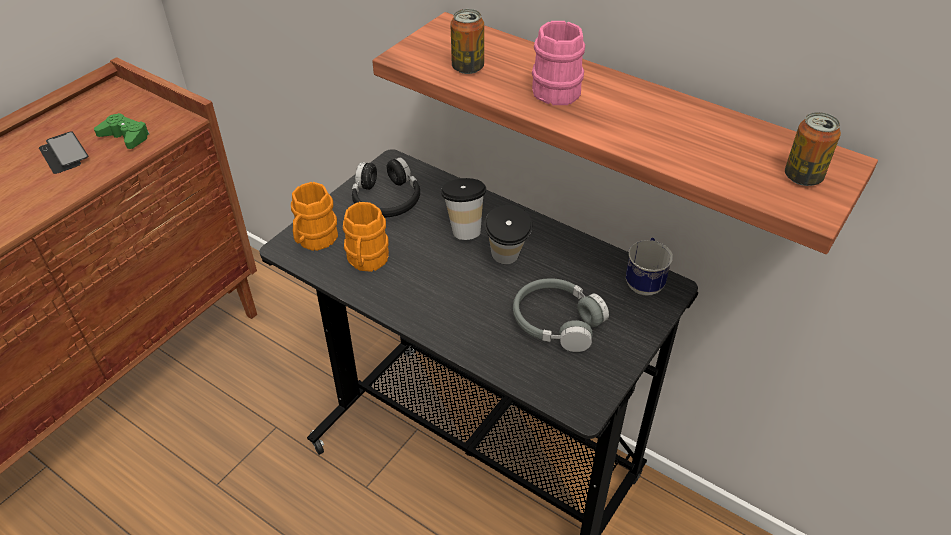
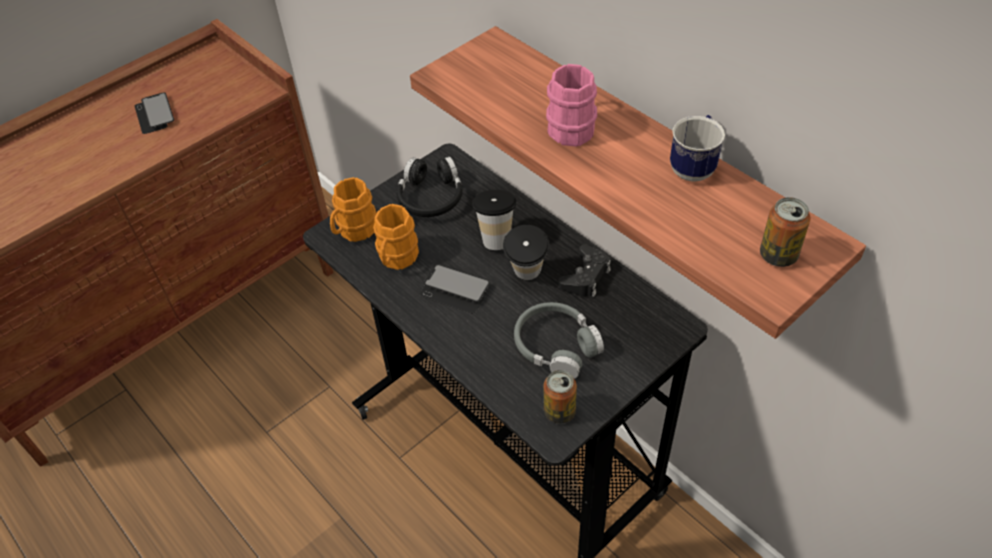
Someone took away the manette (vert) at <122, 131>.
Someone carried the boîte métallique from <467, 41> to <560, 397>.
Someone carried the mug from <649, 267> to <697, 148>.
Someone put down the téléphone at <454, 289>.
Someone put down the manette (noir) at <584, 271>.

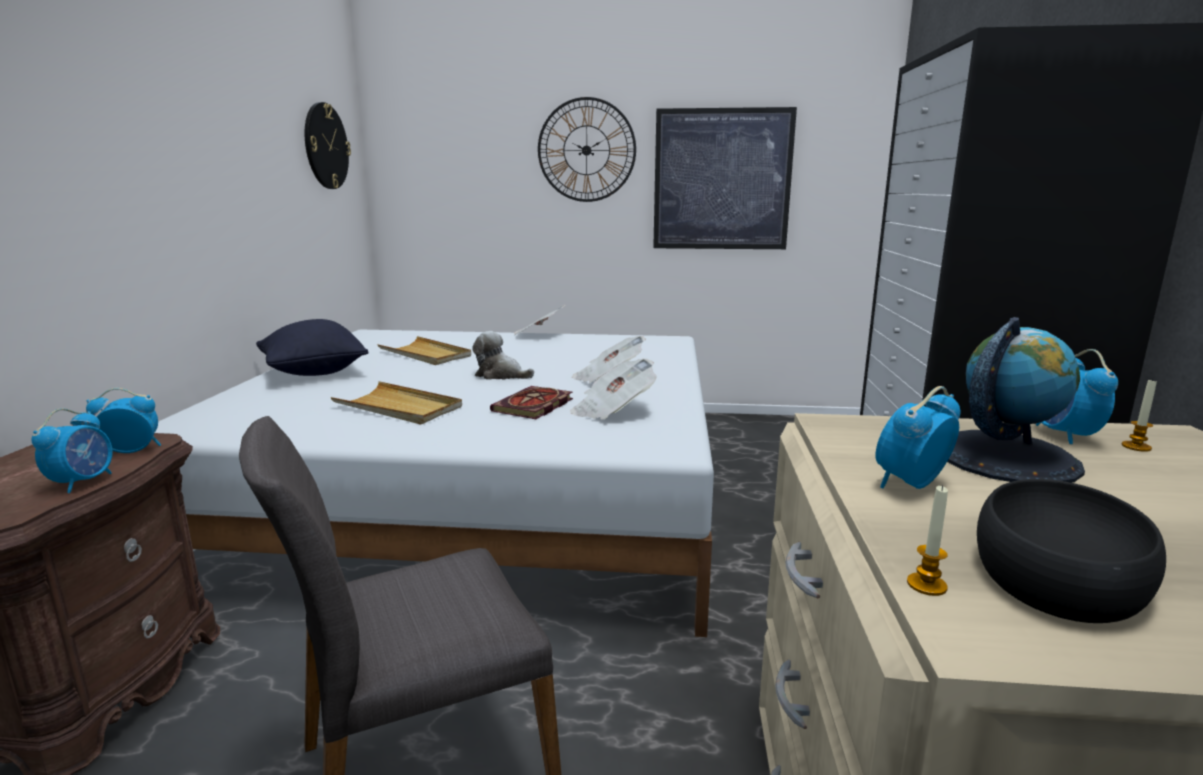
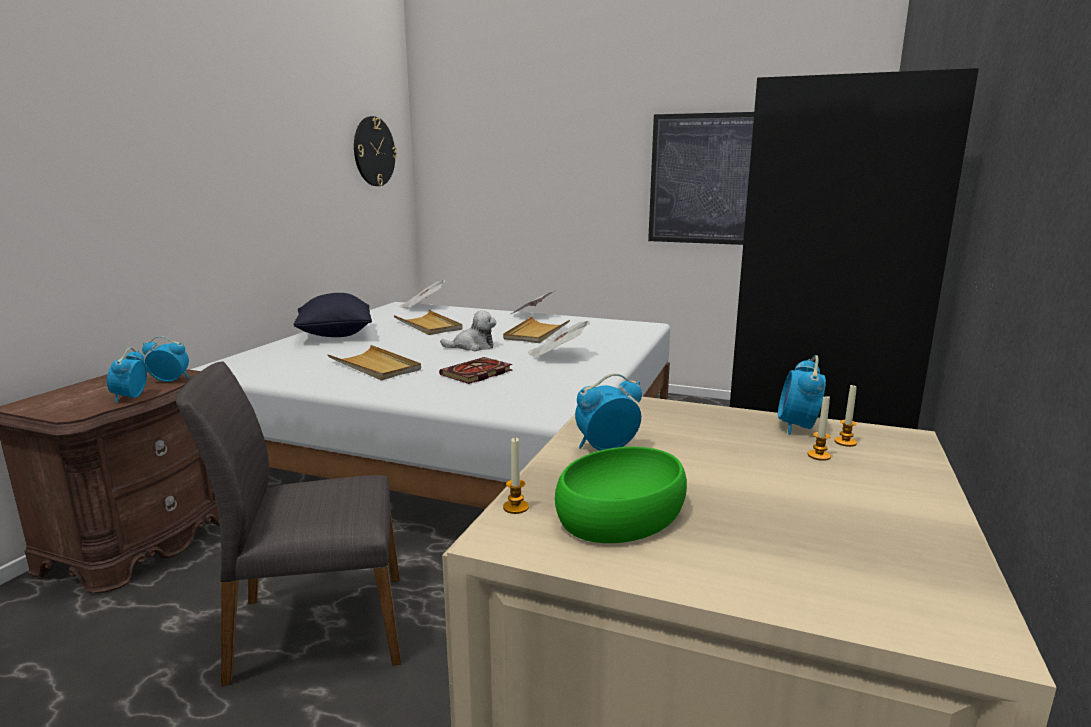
Someone rotated the réveil at <72, 451> by 150 degrees clockwise.
Someone rotated the peluche at <503, 355> by 135 degrees clockwise.
Someone took away the horloge murale at <587, 149>.
Someone carried the journal from <613, 389> to <422, 294>.
Someone took away the globe at <1016, 400>.
Someone repainted the bol (noir) at <1071, 551>, which became the bol (vert) at <621, 495>.
Someone put down the plateau (beige) at <536, 329>.
Someone put down the bougie at <819, 428>.

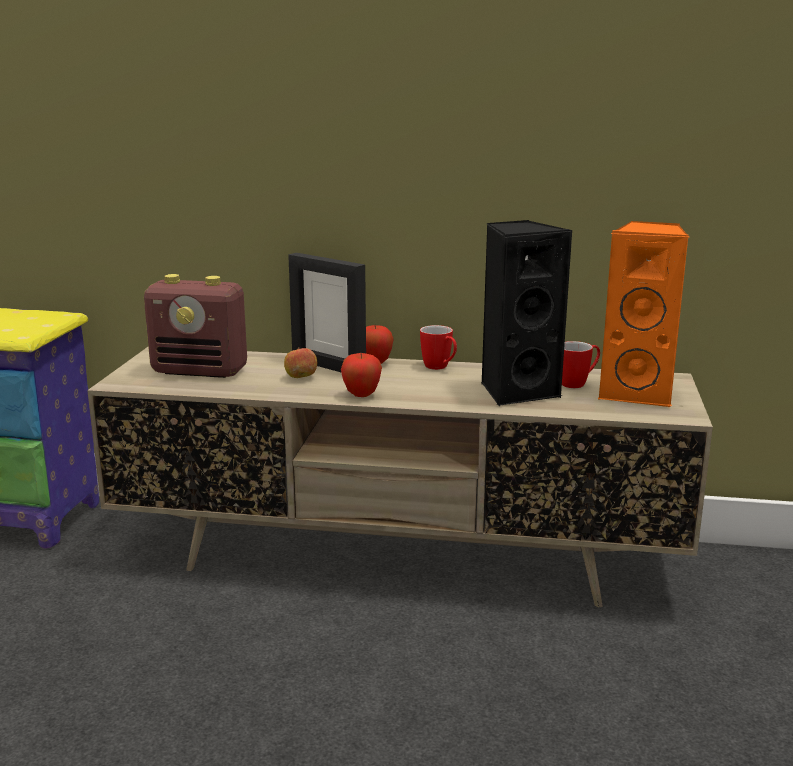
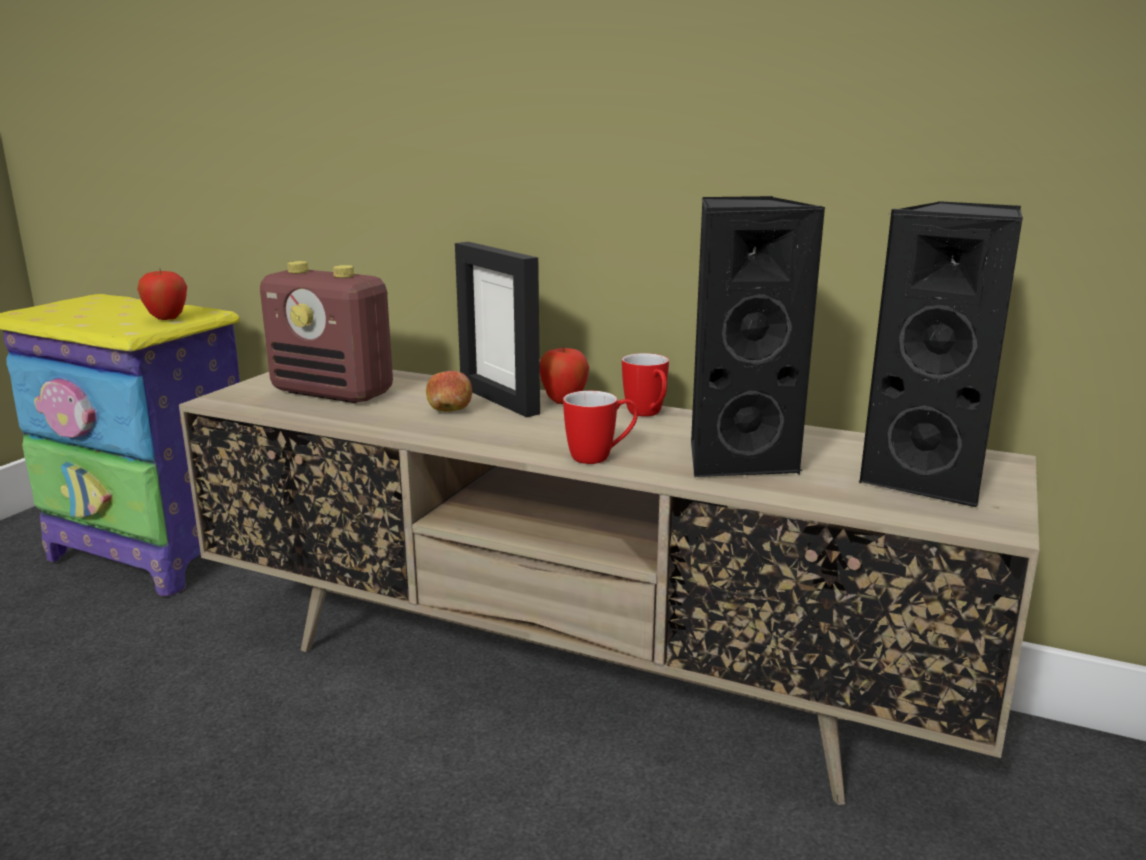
Someone carried the pomme from <361, 375> to <162, 294>.
Someone carried the mug from <581, 364> to <600, 427>.
Someone repainted the enceinte (orange) at <643, 314>, which became the enceinte (noir) at <940, 354>.

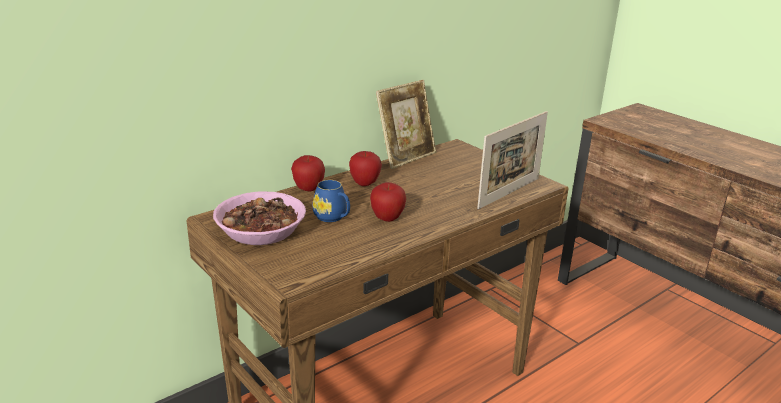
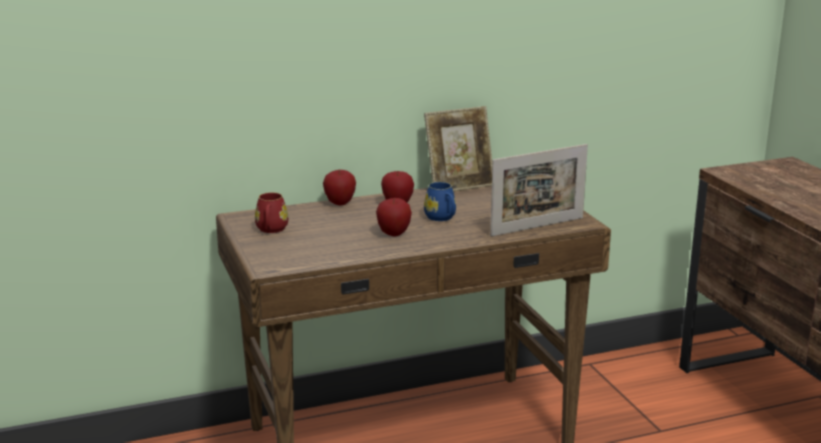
Someone swapped the bol at <259, 218> for the mug (rouge) at <271, 212>.
Someone carried the mug (bleu) from <331, 201> to <440, 201>.

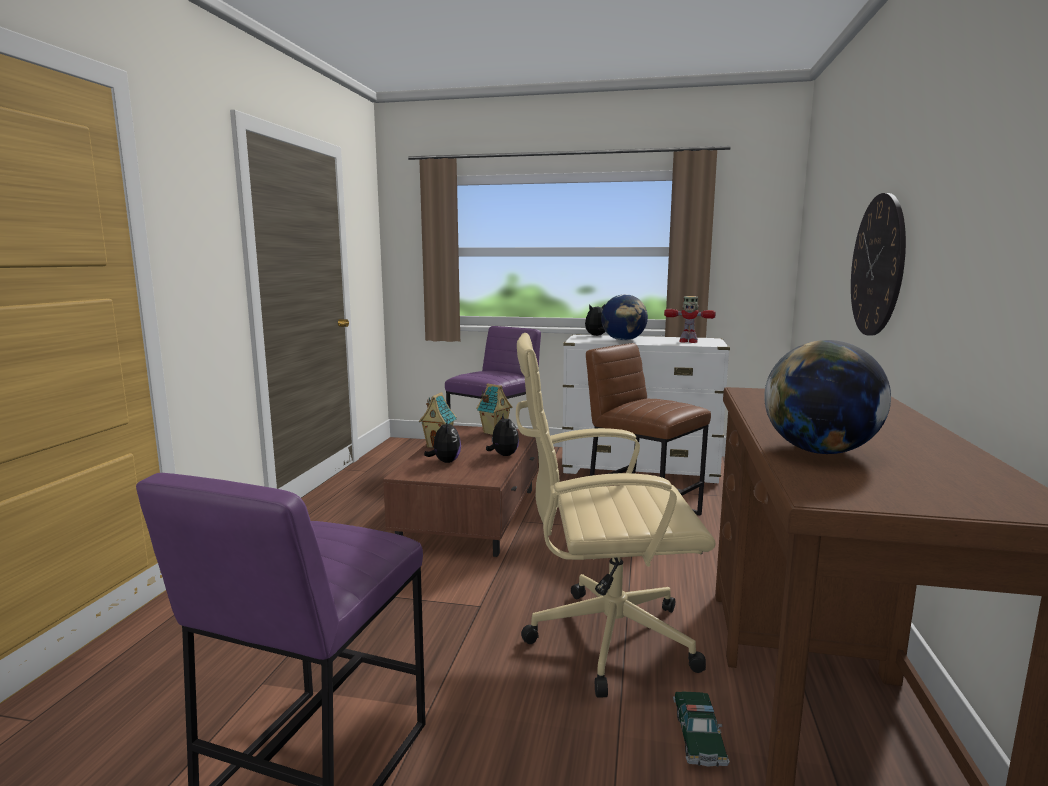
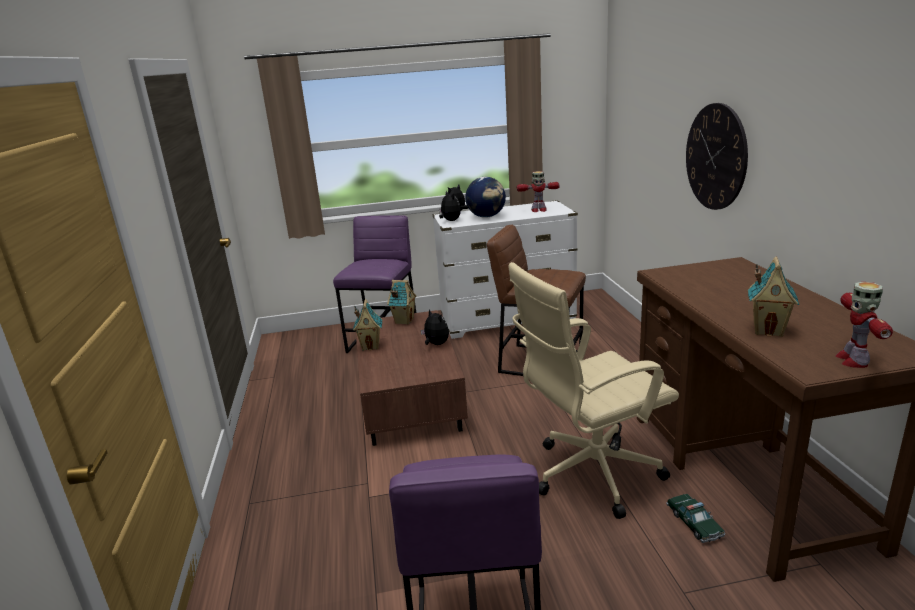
Someone carried the peluche from <442, 441> to <450, 206>.
Someone swapped the globe at <827, 397> for the maison miniature at <773, 297>.
Someone put down the robot jouet at <864, 325>.

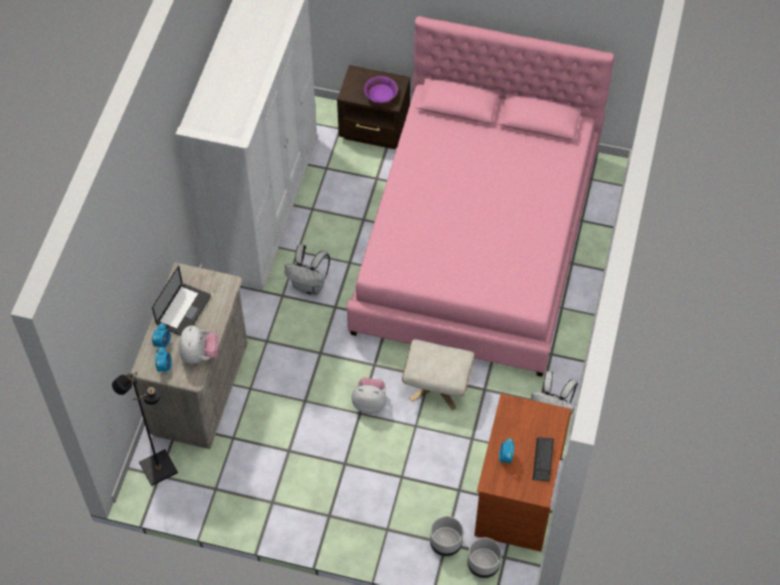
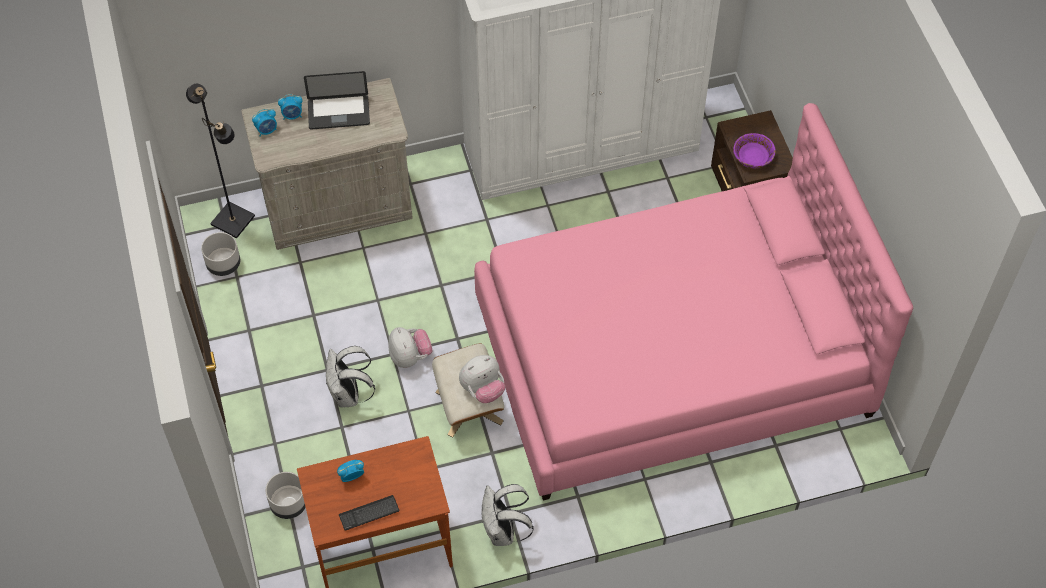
Someone carried the peluche from <199, 344> to <482, 379>.
Someone carried the sac à dos (blanc) from <307, 270> to <350, 377>.
Someone carried the cache-pot (gris) from <484, 557> to <220, 254>.

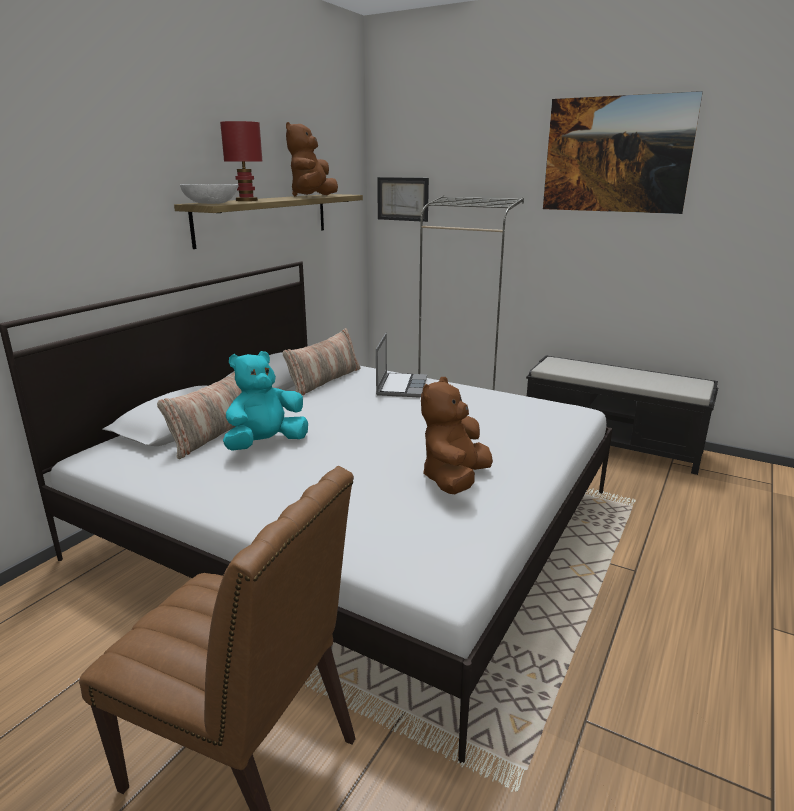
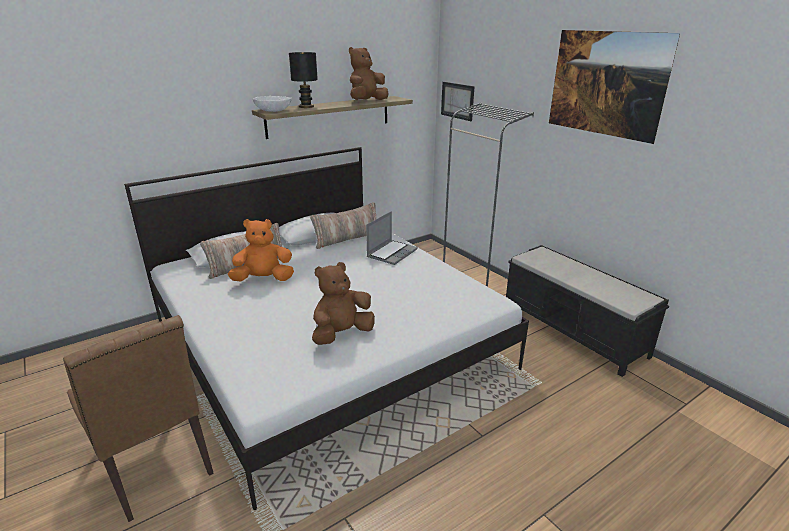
Someone repainted the lampe de table (rouge) at <241, 161>, which became the lampe de table (noir) at <303, 80>.
Someone repainted the peluche (turquoise) at <265, 401>, which became the peluche (orange) at <261, 250>.

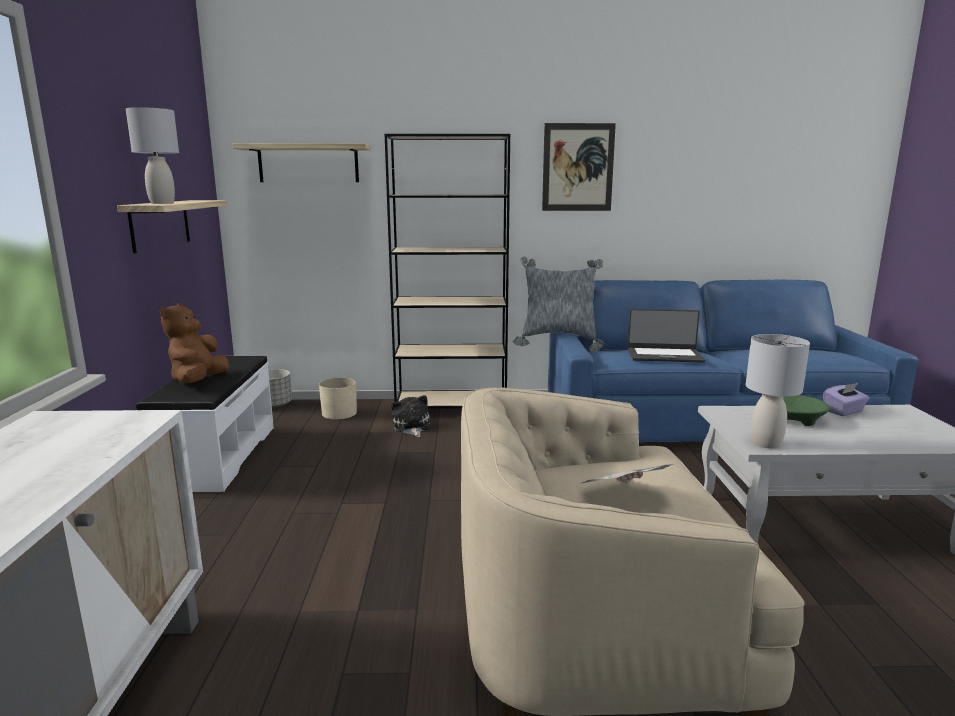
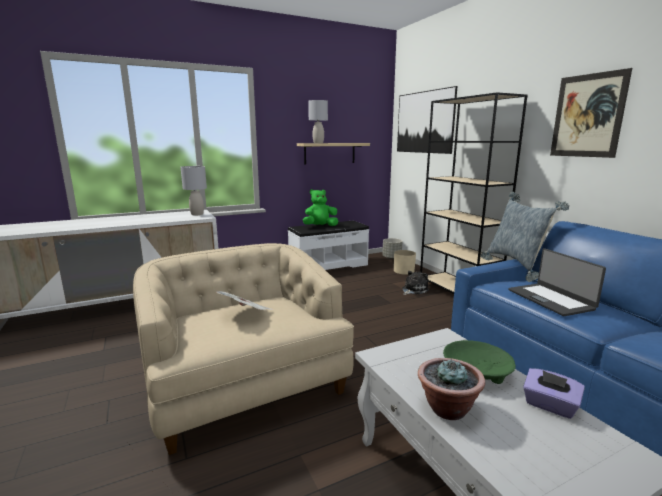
Someone repainted the peluche (marron) at <194, 343>, which became the peluche (vert) at <320, 207>.
Someone swapped the étagère at <301, 162> for the tableau at <427, 120>.
Someone carried the lampe de table (gris) from <778, 391> to <193, 190>.
Someone put down the plante en pot at <451, 389>.

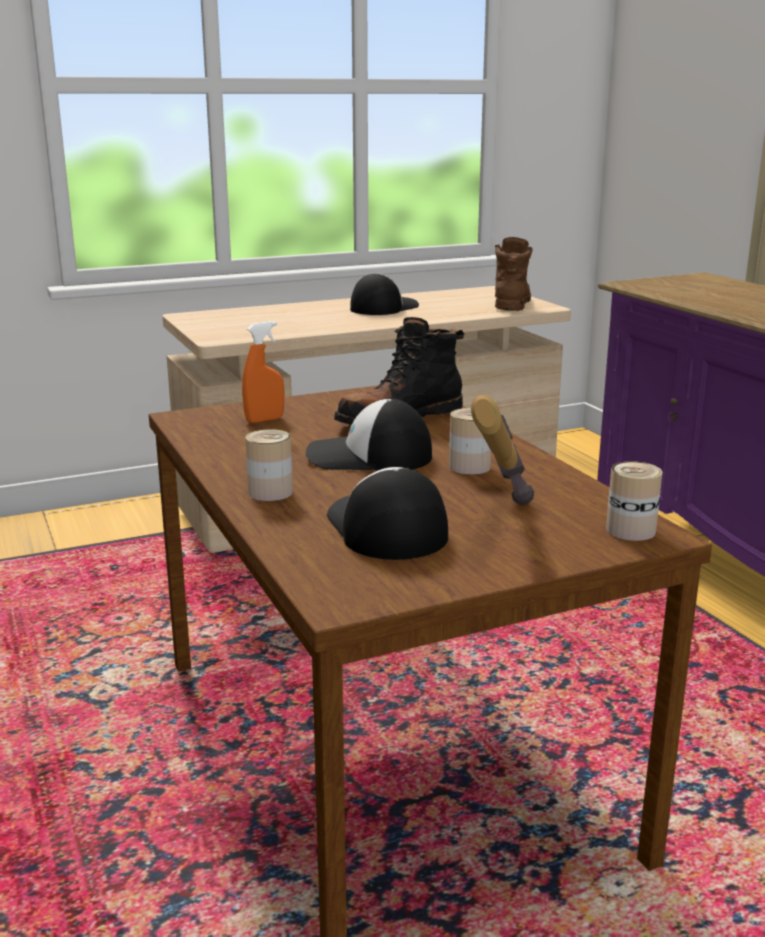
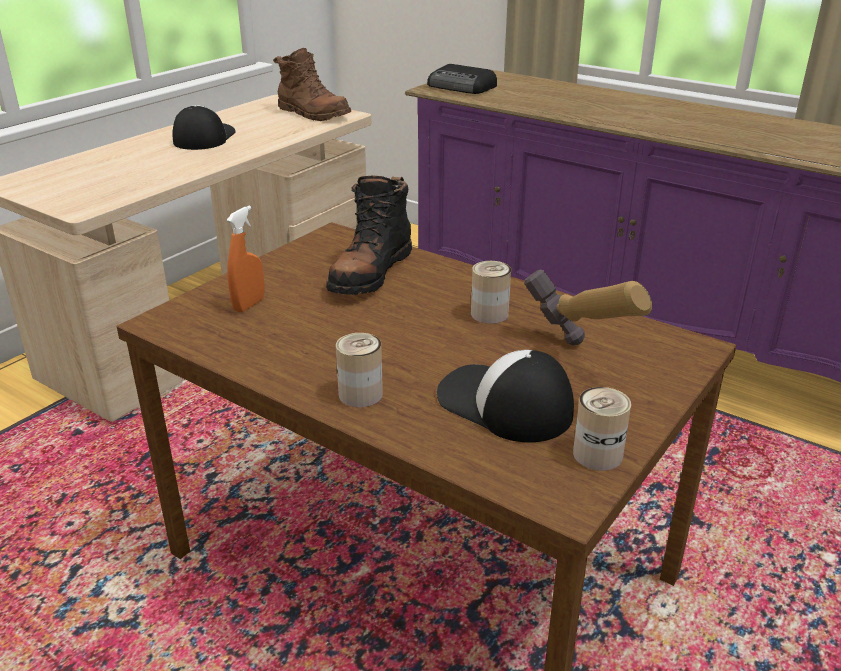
Someone took away the casquette at <369, 435>.
Someone rotated the botte (marron) at <514, 274> by 150 degrees clockwise.
Someone carried the boîte métallique from <634, 501> to <602, 429>.
Someone put down the radio at <462, 79>.

